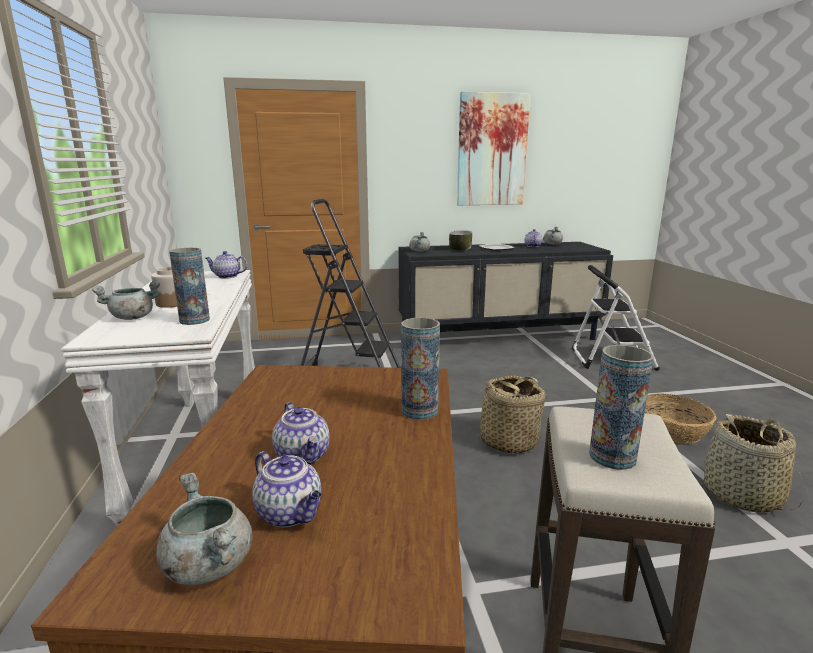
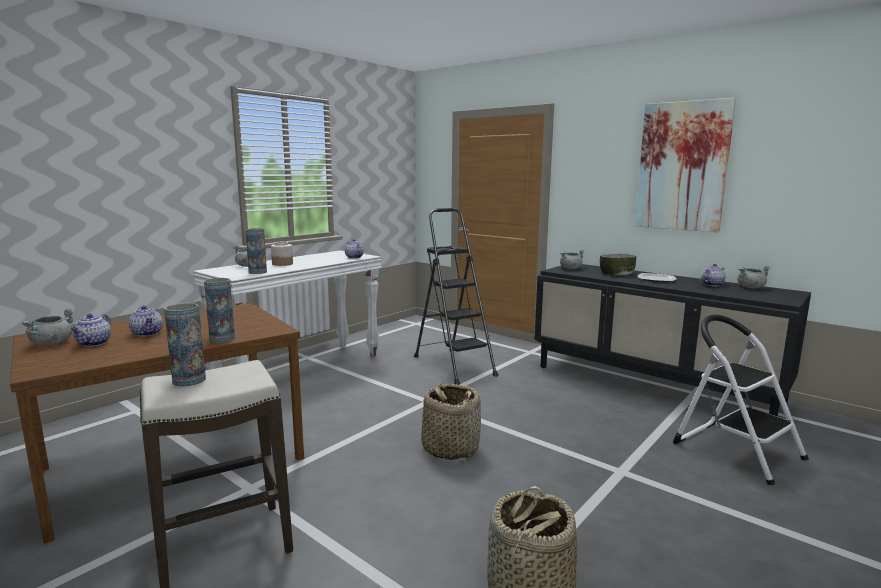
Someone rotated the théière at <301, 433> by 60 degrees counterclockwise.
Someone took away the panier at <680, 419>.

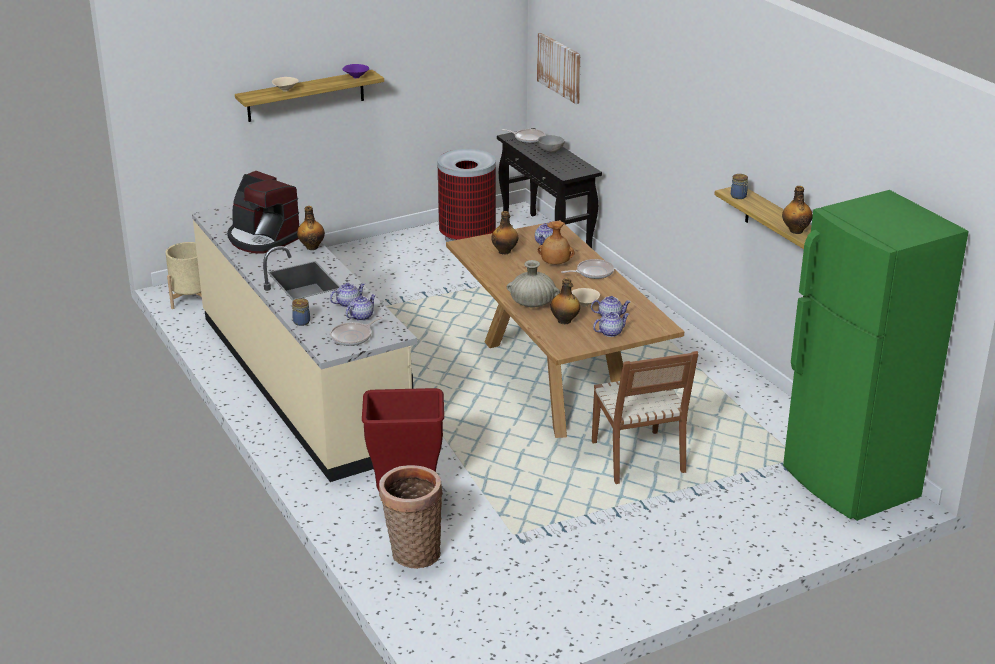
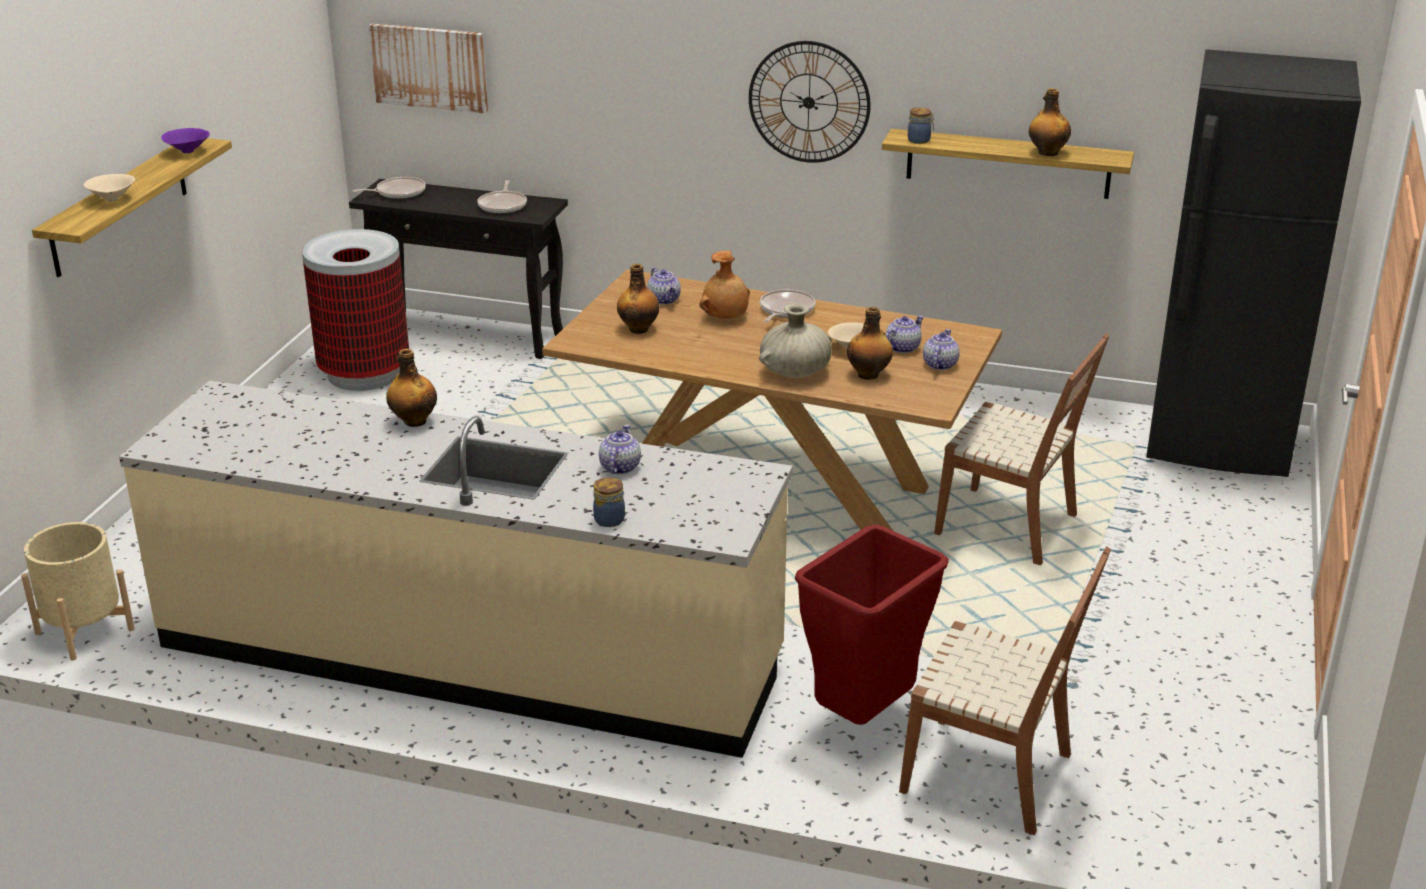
Someone took away the machine à café at <263, 212>.
Someone carried the poêle from <356, 331> to <502, 197>.
Someone took away the théière at <361, 307>.
Someone swapped the panier at <411, 517> for the chaise at <1005, 690>.
Someone took away the bol (gris) at <551, 143>.
Someone repainted the réfrigérateur (vert) at <876, 355>, which became the réfrigérateur (noir) at <1253, 263>.
Someone put up the horloge murale at <809, 102>.

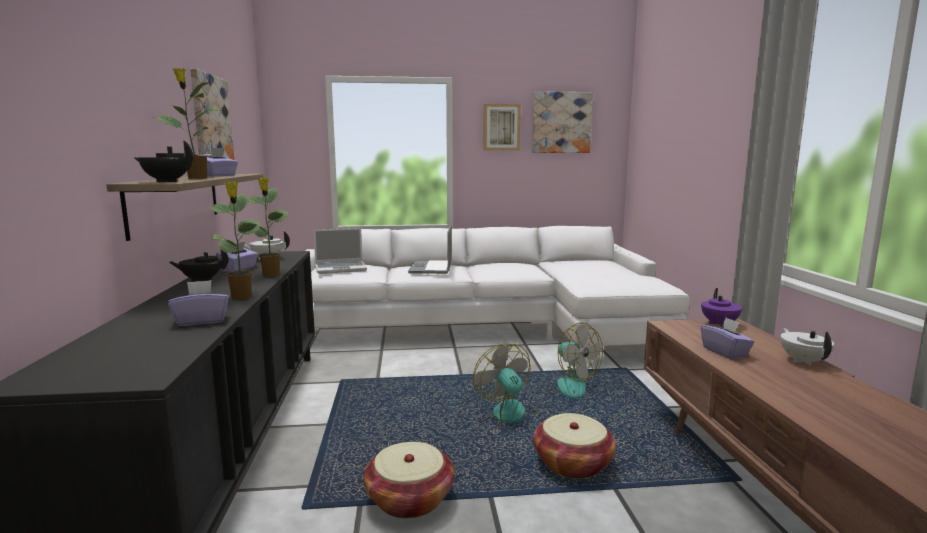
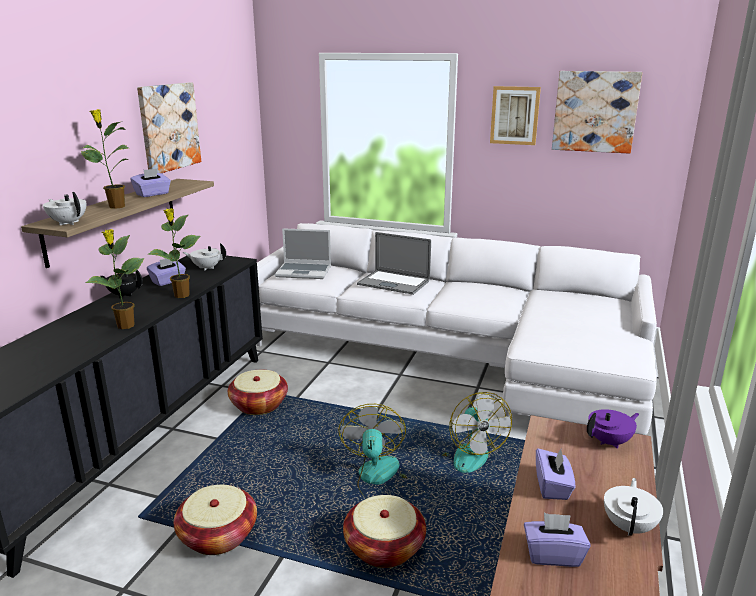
Someone repainted the théière (noir) at <163, 161>, which became the théière (blanc) at <64, 208>.
Someone carried the boîte à mouchoirs (violet) from <198, 303> to <557, 540>.
Someone rotated the ordinateur portable at <430, 249> by 90 degrees counterclockwise.
Someone rotated the théière (violet) at <721, 307> by 150 degrees counterclockwise.
Someone put down the panier at <258, 392>.

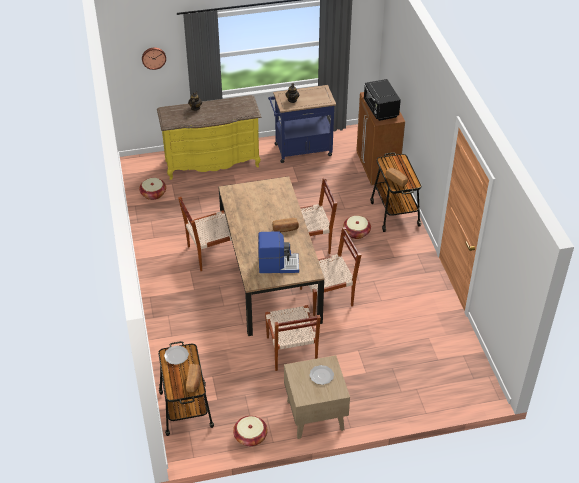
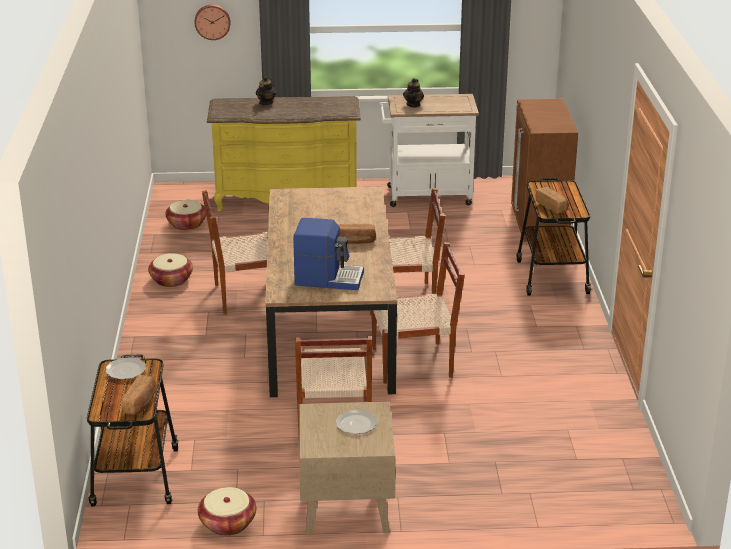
Someone repainted the chariot (bleu) at <302, 124>, which became the chariot (blanc) at <429, 150>.
Someone carried the panier from <357, 227> to <170, 270>.
Someone took away the micro-ondes (noir) at <382, 100>.

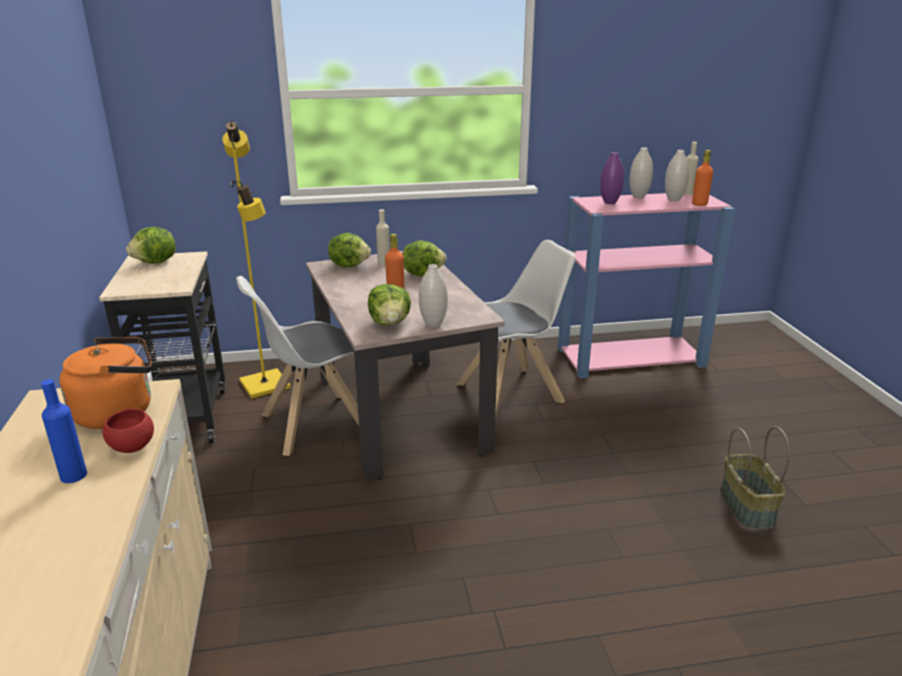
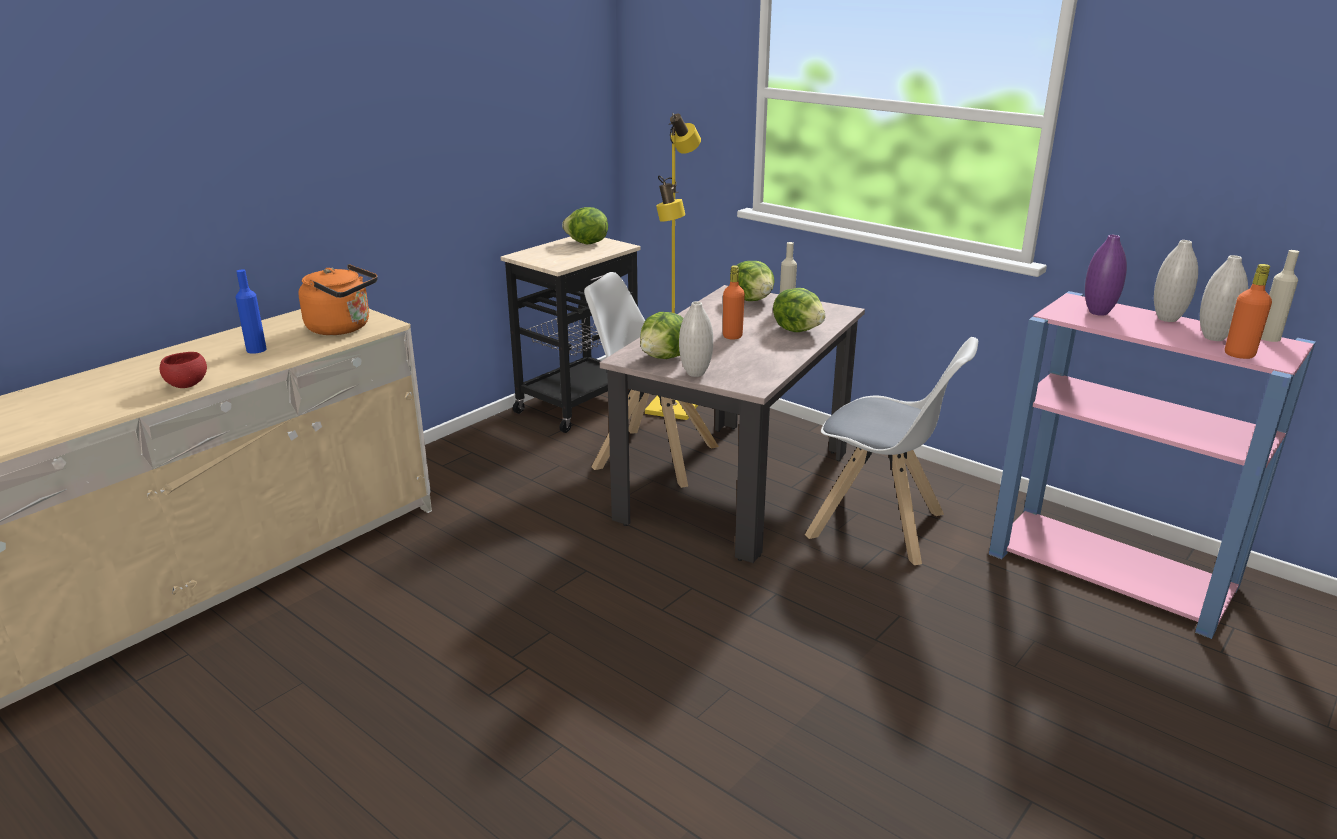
Someone carried the bol (rouge) from <128, 431> to <183, 370>.
Someone took away the panier at <755, 477>.

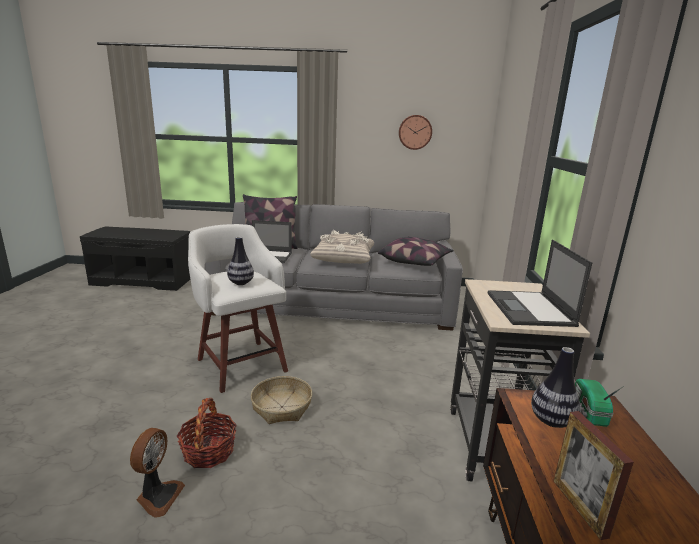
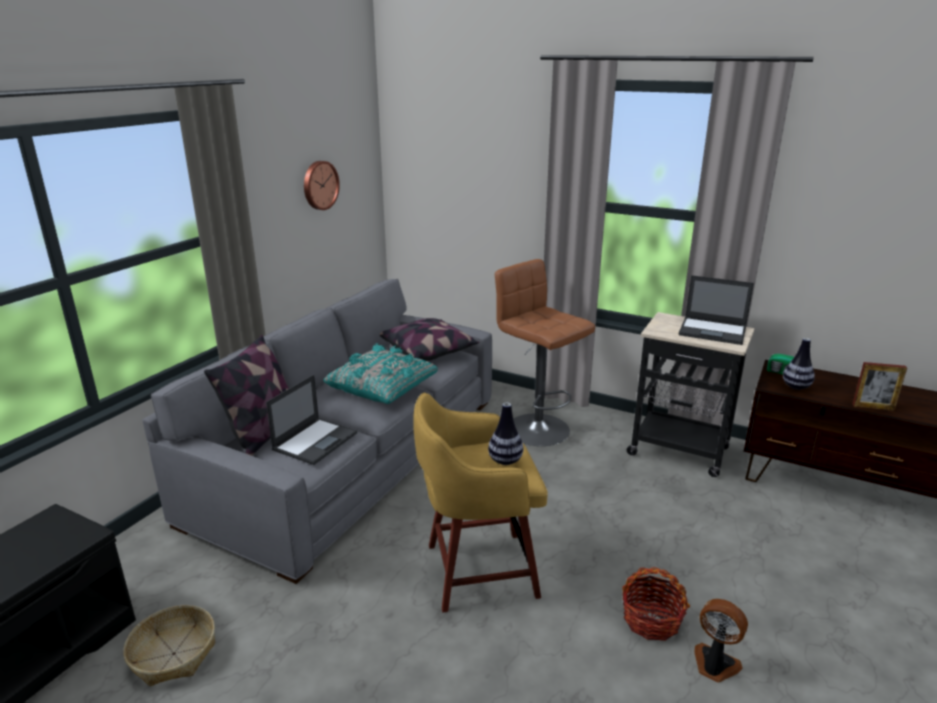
Someone repainted the tabouret (blanc) at <238, 308>, which became the tabouret (jaune) at <480, 502>.
Someone carried the panier from <281, 400> to <169, 645>.
Someone repainted the coussin (beige) at <342, 246>, which became the coussin (turquoise) at <380, 374>.
Someone put down the tabouret (marron) at <545, 352>.

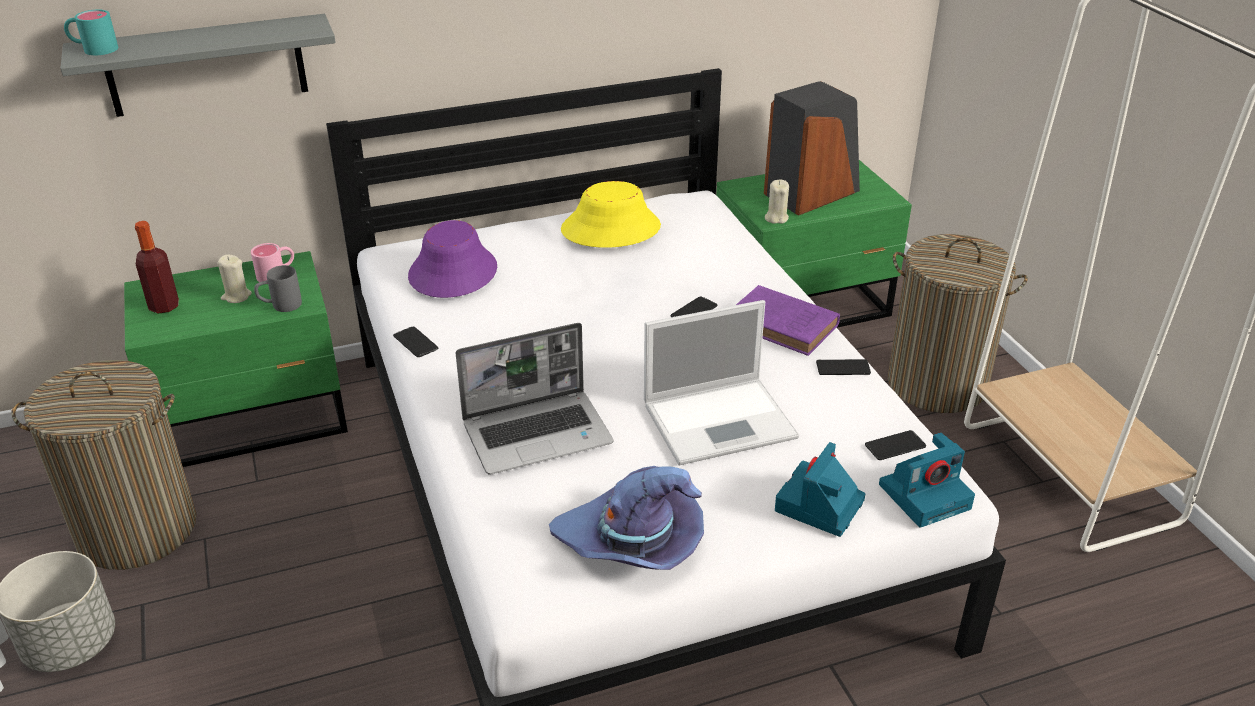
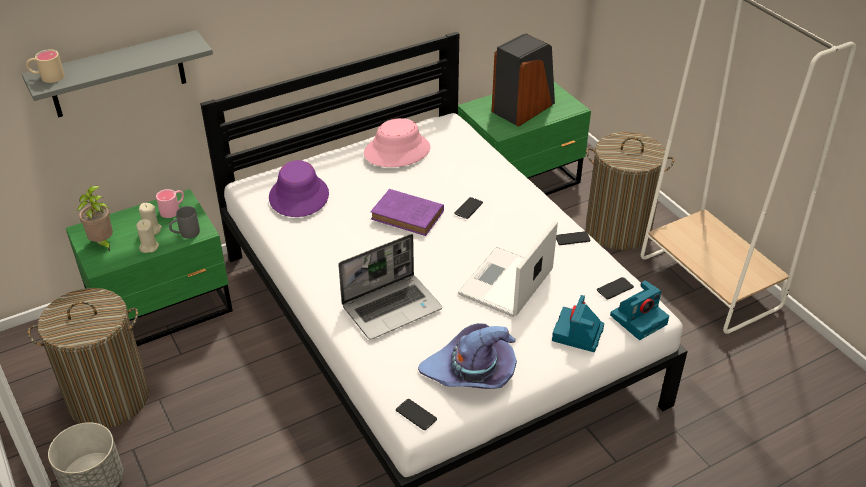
Someone repainted the mug (turquoise) at <91, 32>, which became the mug (beige) at <45, 66>.
Someone swapped the bouteille at <157, 267> for the plante en pot at <95, 219>.
Someone carried the téléphone from <415, 342> to <416, 414>.
Someone repainted the chapeau (jaune) at <611, 214>, which became the chapeau (rose) at <397, 142>.
Someone rotated the ordinateur portable at <721, 382> by 150 degrees clockwise.
Someone carried the livre (violet) from <788, 320> to <407, 212>.
Someone carried the bougie (beige) from <777, 202> to <147, 236>.

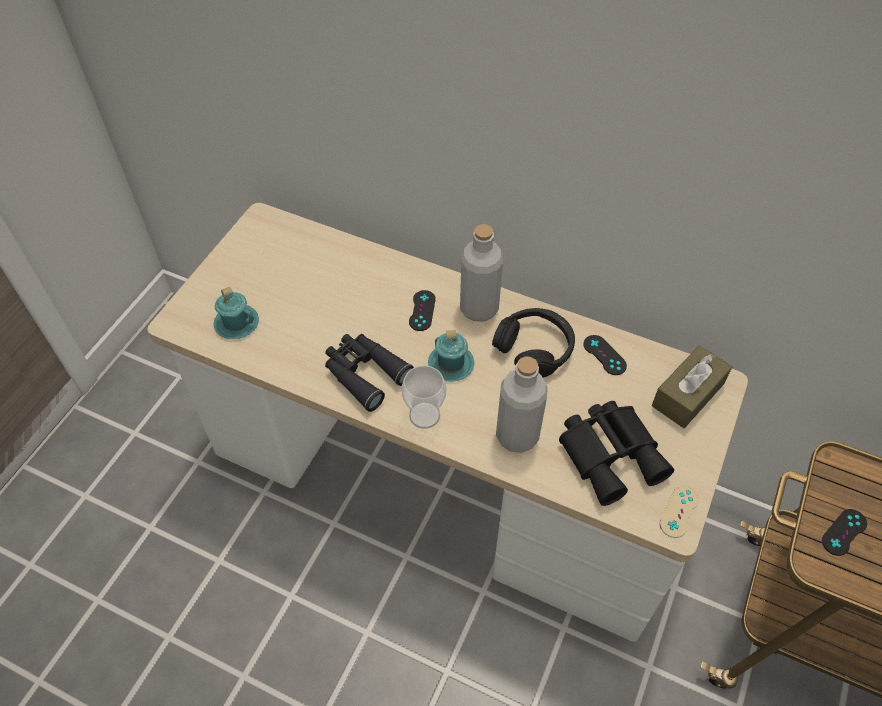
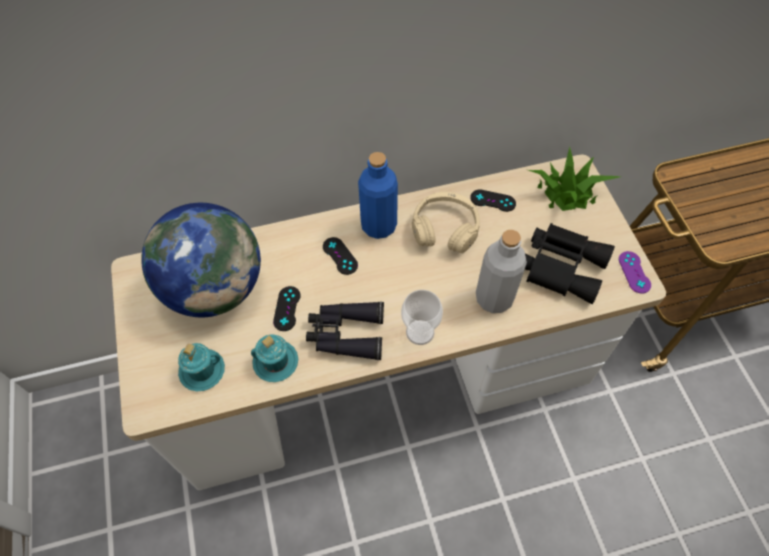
Someone carried the mug (turquoise) from <451, 356> to <274, 358>.
Someone repainted the bouteille (gris) at <481, 272>, which became the bouteille (bleu) at <378, 195>.
Someone repainted the casque audio (noir) at <533, 343>, which became the casque audio (beige) at <446, 222>.
Someone swapped the boîte à mouchoirs (marron) at <692, 386> for the plante en pot at <574, 178>.
Someone repainted the manette (beige) at <679, 511>, which became the manette (violet) at <635, 272>.
Someone carried the manette (noir) from <844, 532> to <287, 308>.
Someone put down the globe at <201, 260>.

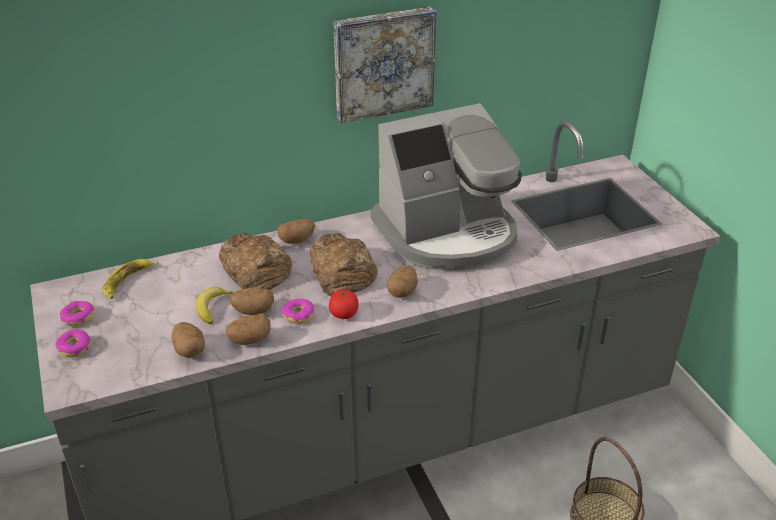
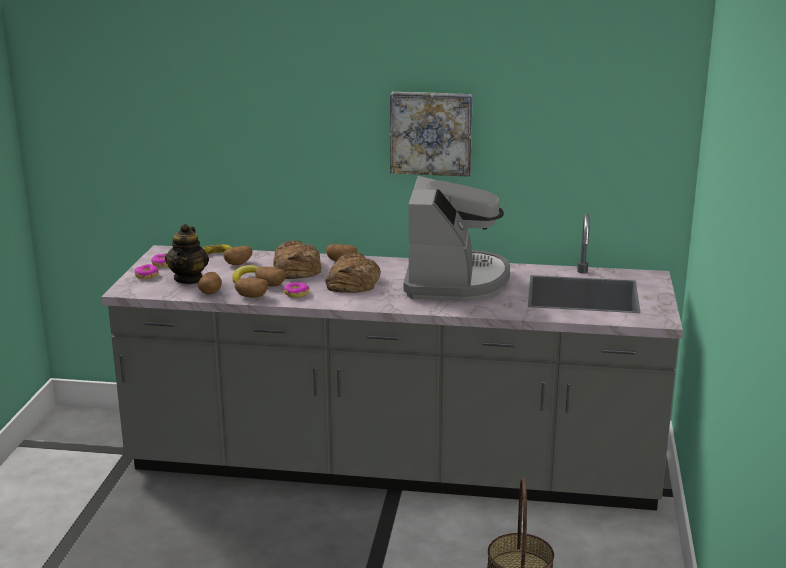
Someone took away the tomate at <344, 304>.
Someone rotated the machine à café at <446, 186> by 90 degrees counterclockwise.
Someone carried the pomme de terre from <402, 281> to <237, 255>.
Someone put down the théière at <187, 254>.

